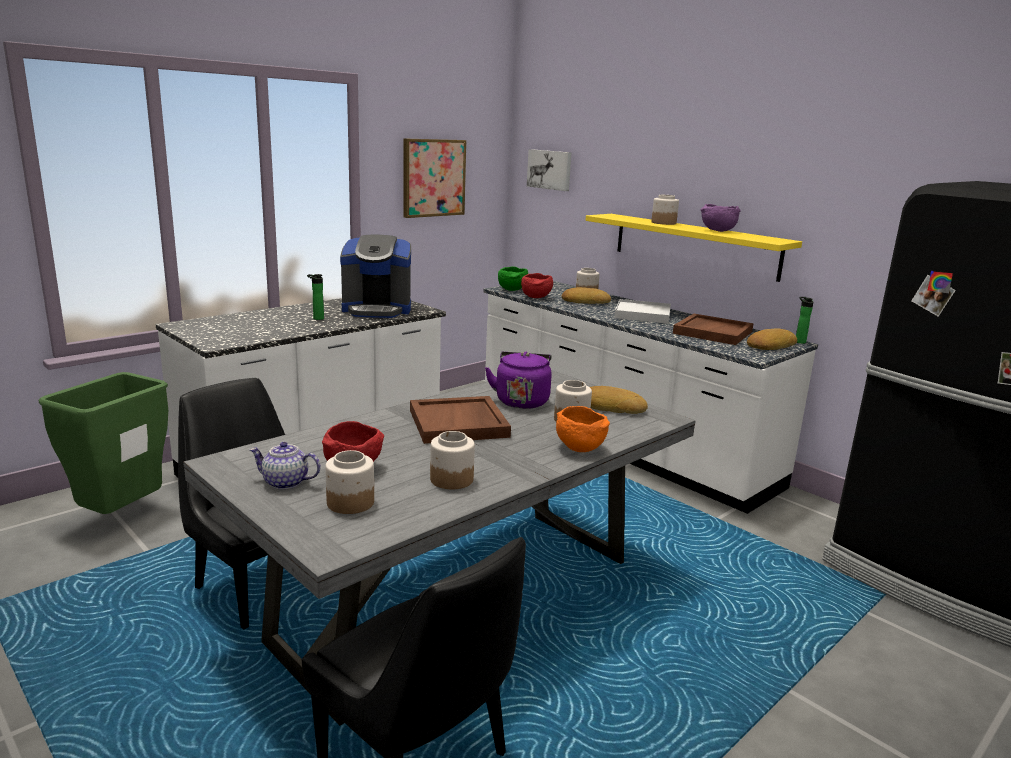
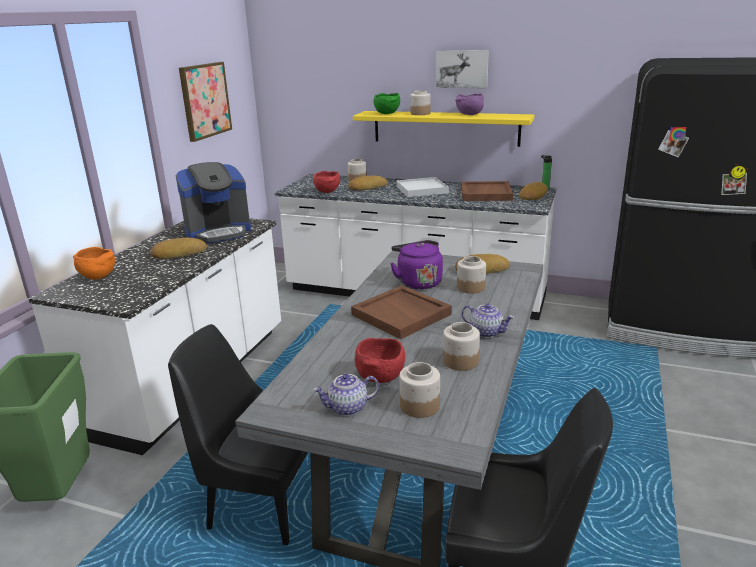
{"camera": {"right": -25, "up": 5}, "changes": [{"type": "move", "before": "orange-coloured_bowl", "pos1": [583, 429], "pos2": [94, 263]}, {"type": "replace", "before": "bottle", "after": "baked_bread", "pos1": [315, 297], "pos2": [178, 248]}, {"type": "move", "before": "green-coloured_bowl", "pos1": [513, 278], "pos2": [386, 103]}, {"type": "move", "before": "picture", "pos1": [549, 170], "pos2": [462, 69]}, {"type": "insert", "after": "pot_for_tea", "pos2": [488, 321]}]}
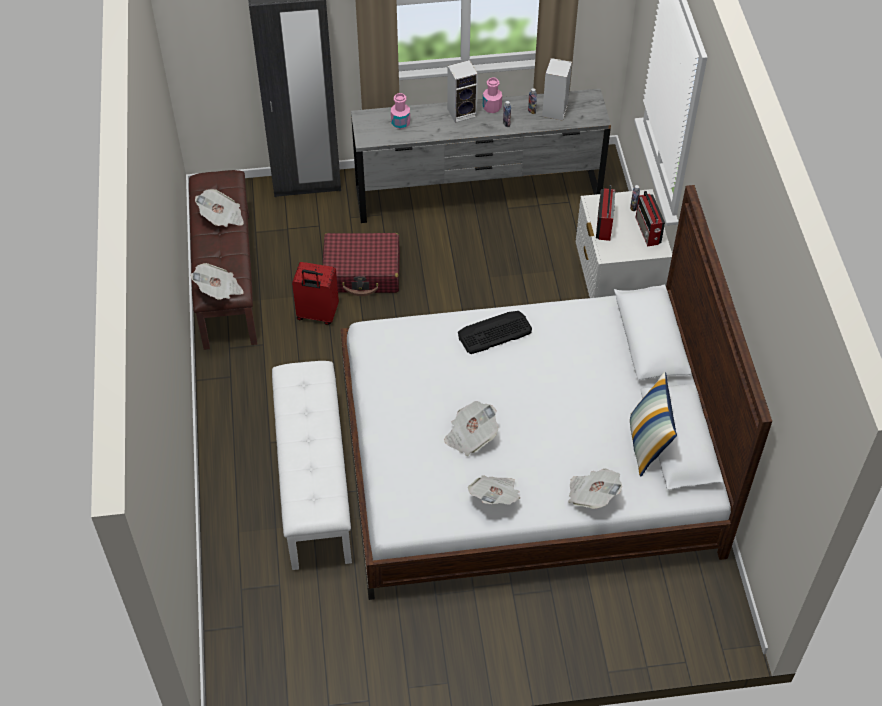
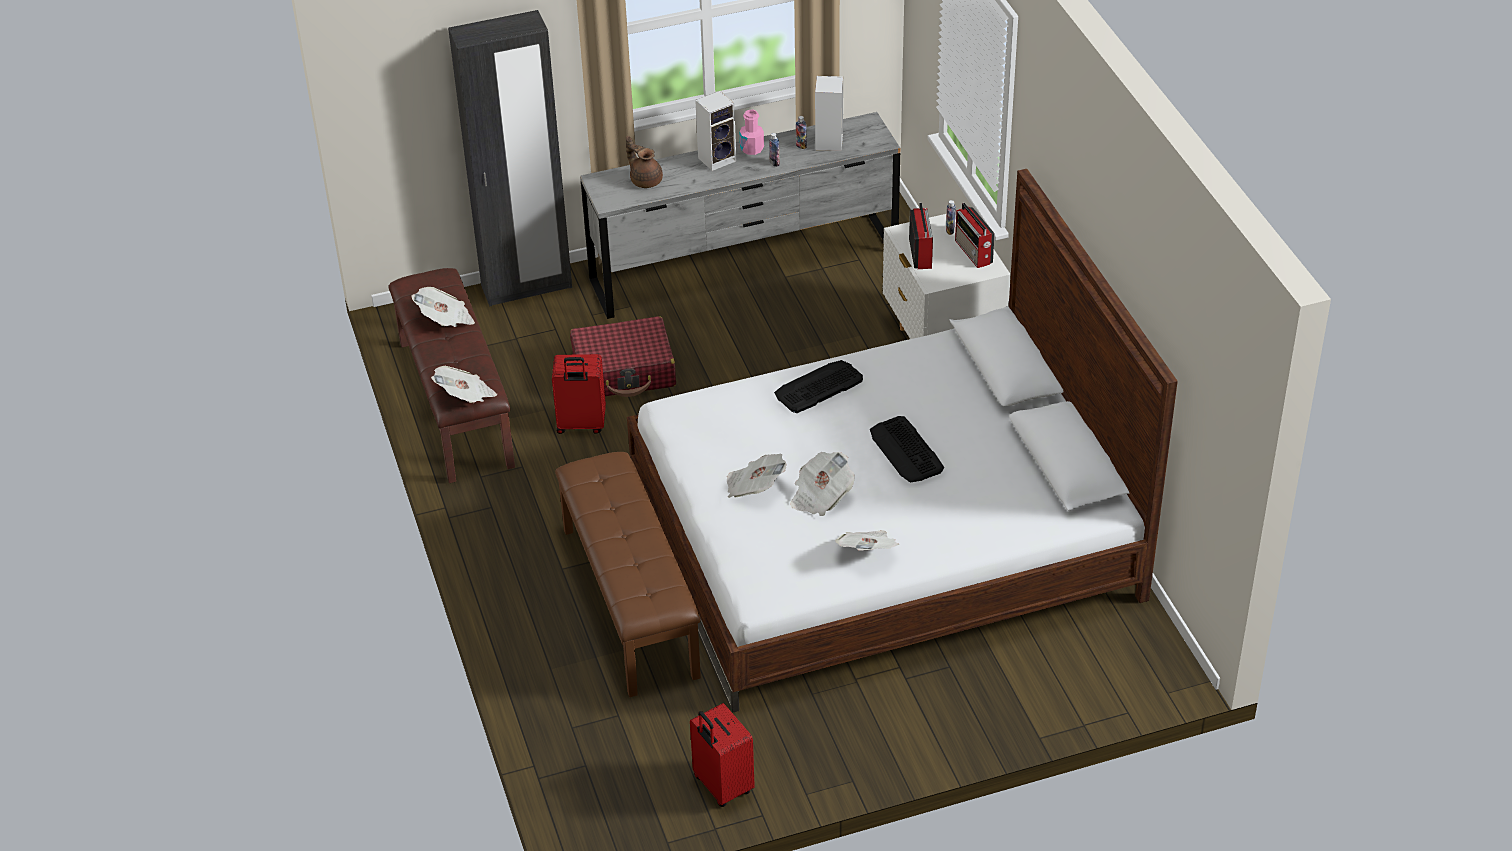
{"camera": {"right": -10, "up": -10}, "changes": [{"type": "recolor", "before": "whitish_bench", "after": "brownish_bench", "pos1": [312, 465], "pos2": [628, 574]}, {"type": "replace", "before": "pink_bottle", "after": "brownish_pot_for_tea", "pos1": [400, 111], "pos2": [644, 162]}, {"type": "insert", "after": "red-coloured_suitcase", "pos2": [722, 755]}, {"type": "move", "before": "printed_paper", "pos1": [595, 489], "pos2": [757, 476]}, {"type": "insert", "after": "PC_keyboard", "pos2": [907, 449]}, {"type": "delete", "before": "pillow", "pos1": [653, 424]}]}
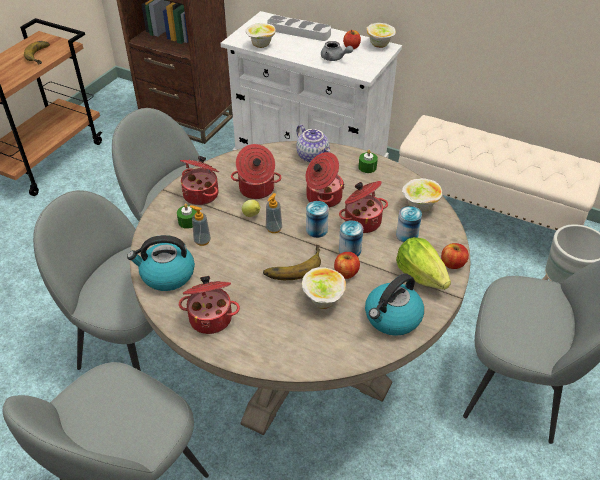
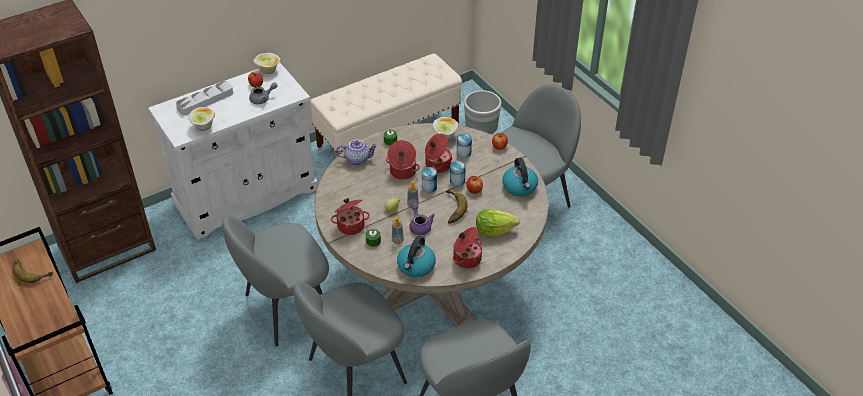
{"camera": {"right": -60, "up": 0}, "changes": [{"type": "insert", "after": "purplish_pot_for_tea", "pos2": [422, 219]}, {"type": "move", "before": "lettuce_head", "pos1": [423, 263], "pos2": [498, 223]}, {"type": "delete", "before": "saucepot", "pos1": [256, 171]}, {"type": "delete", "before": "bowl", "pos1": [324, 288]}]}
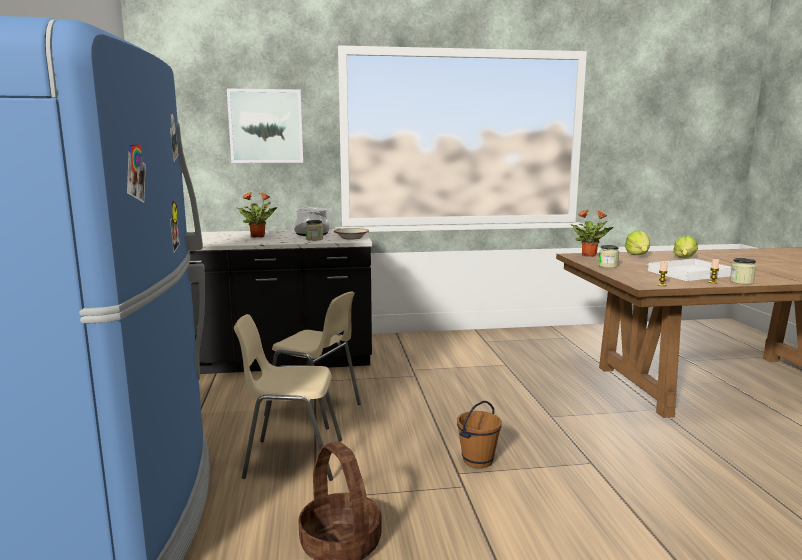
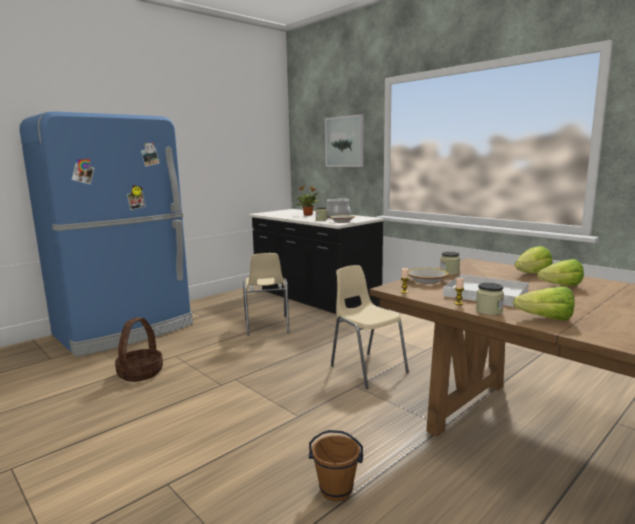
{"camera": {"right": 55, "up": 0}, "changes": [{"type": "move", "before": "brownish_water_bucket", "pos1": [479, 434], "pos2": [336, 465]}, {"type": "move", "before": "beige_plain_chair", "pos1": [288, 397], "pos2": [370, 327]}, {"type": "insert", "after": "bowl", "pos2": [428, 276]}, {"type": "insert", "after": "lettuce_head", "pos2": [544, 303]}, {"type": "delete", "before": "plant_in_a_pot", "pos1": [591, 233]}]}
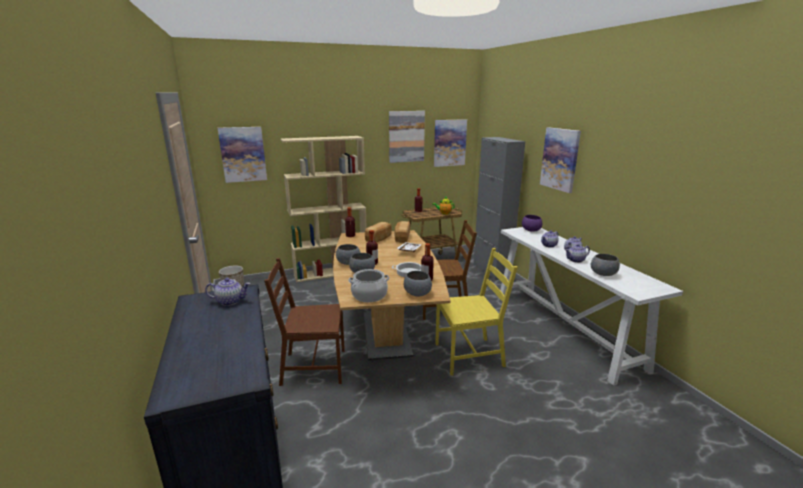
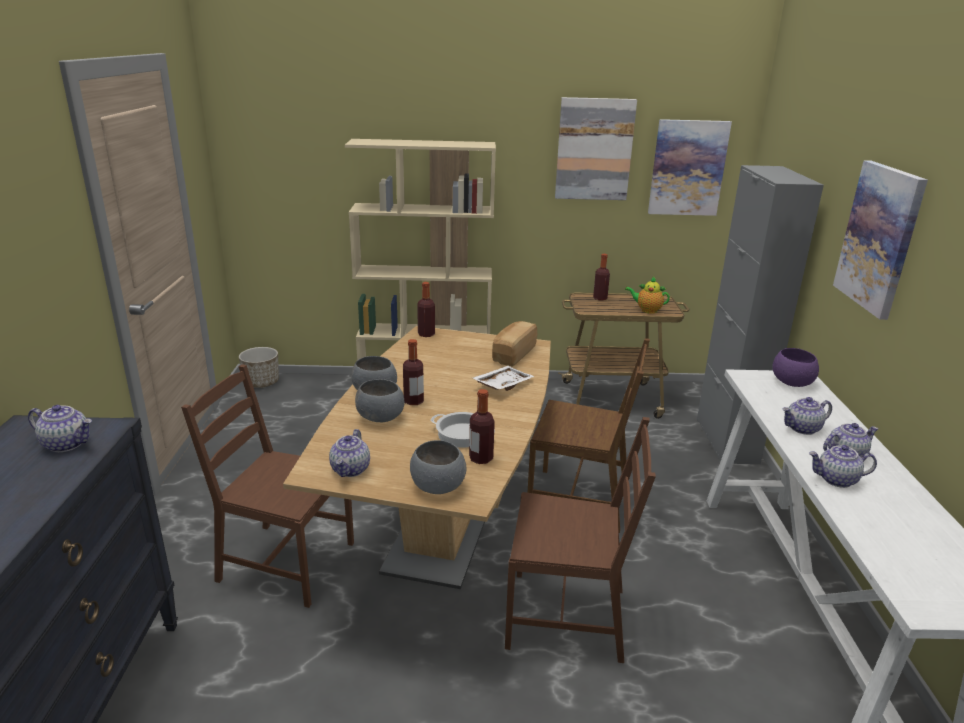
{"camera": {"right": 20, "up": 5}, "changes": [{"type": "replace", "before": "saucepot", "after": "pot_for_tea", "pos1": [369, 285], "pos2": [349, 453]}, {"type": "recolor", "before": "yellow_plain_chair", "after": "brownish_plain_chair", "pos1": [476, 311], "pos2": [580, 540]}, {"type": "delete", "before": "picture", "pos1": [242, 155]}, {"type": "delete", "before": "baked_bread", "pos1": [378, 232]}, {"type": "delete", "before": "gray_bowl", "pos1": [605, 265]}]}
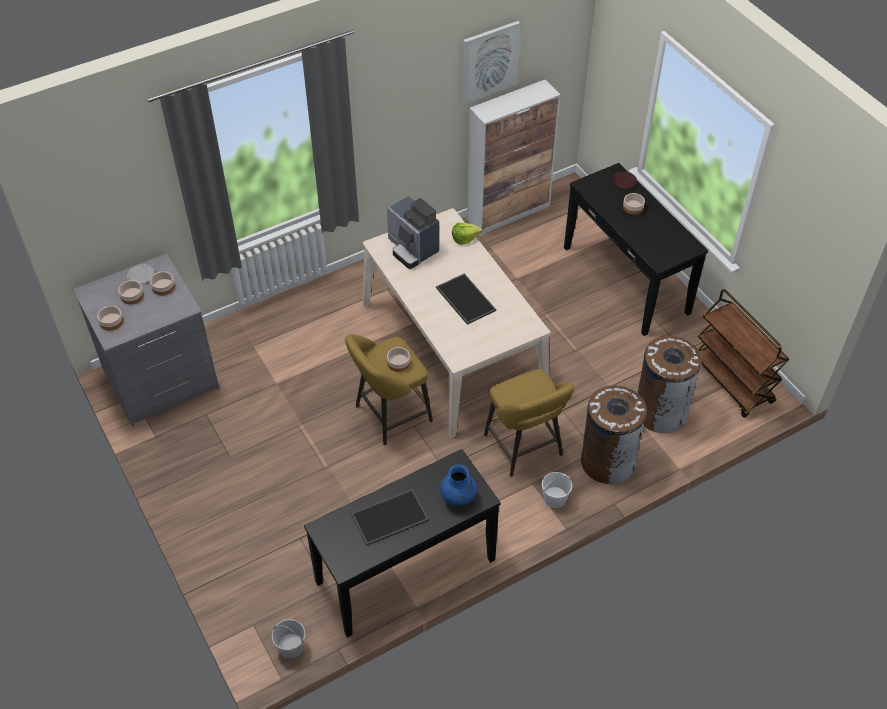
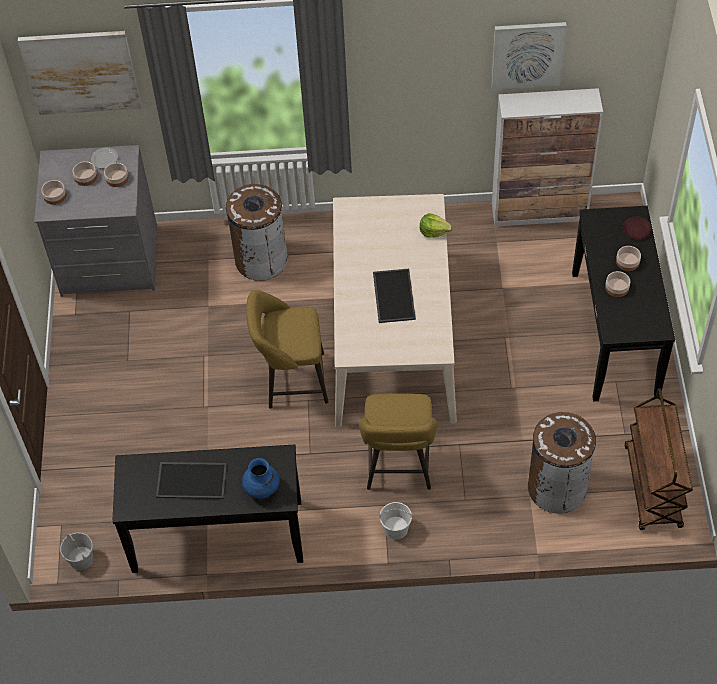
{"camera": {"right": 30, "up": 5}, "changes": [{"type": "insert", "after": "picture", "pos2": [79, 73]}, {"type": "move", "before": "brownish_trash_can", "pos1": [614, 434], "pos2": [257, 232]}, {"type": "move", "before": "bowl", "pos1": [398, 359], "pos2": [617, 284]}, {"type": "delete", "before": "coffee_machine", "pos1": [413, 232]}]}
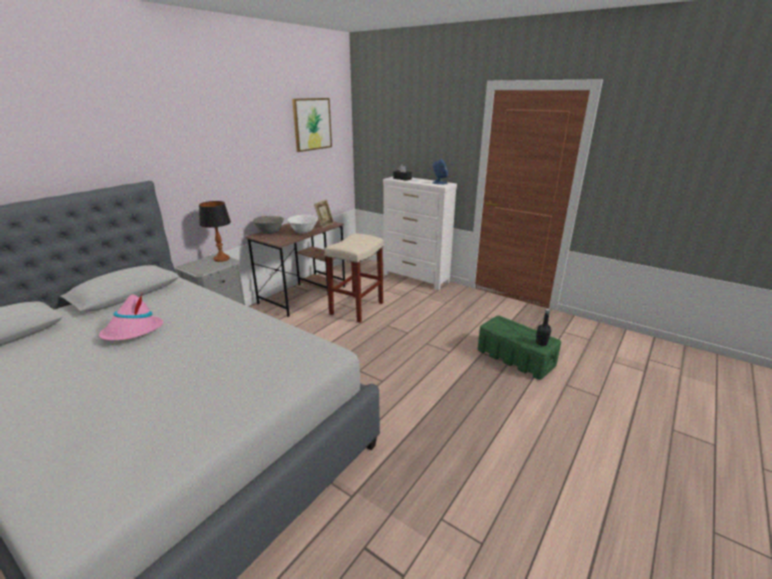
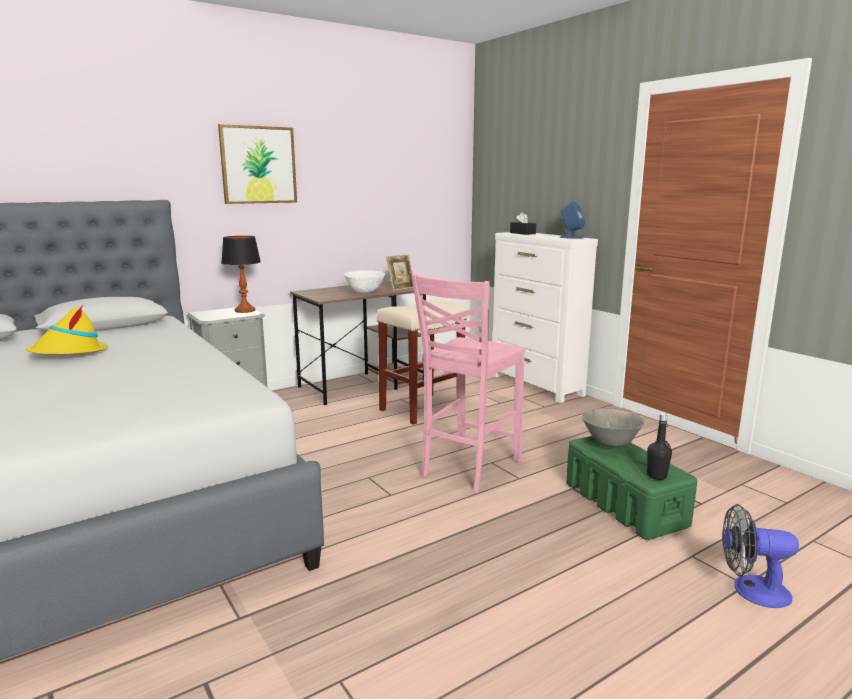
{"camera": {"right": 20, "up": -10}, "changes": [{"type": "recolor", "before": "pink_wearable_hat", "after": "yellow_wearable_hat", "pos1": [131, 317], "pos2": [67, 329]}, {"type": "move", "before": "picture", "pos1": [312, 125], "pos2": [257, 164]}, {"type": "insert", "after": "pink_plain_chair", "pos2": [468, 383]}, {"type": "move", "before": "gray_bowl", "pos1": [268, 225], "pos2": [613, 427]}, {"type": "insert", "after": "electric_fan", "pos2": [760, 556]}]}
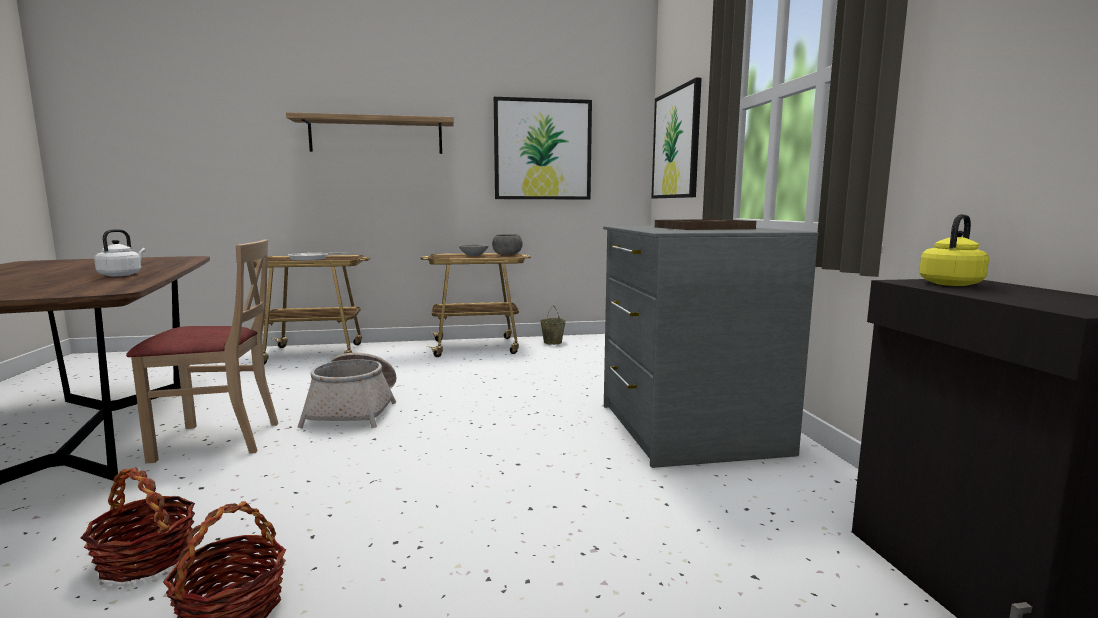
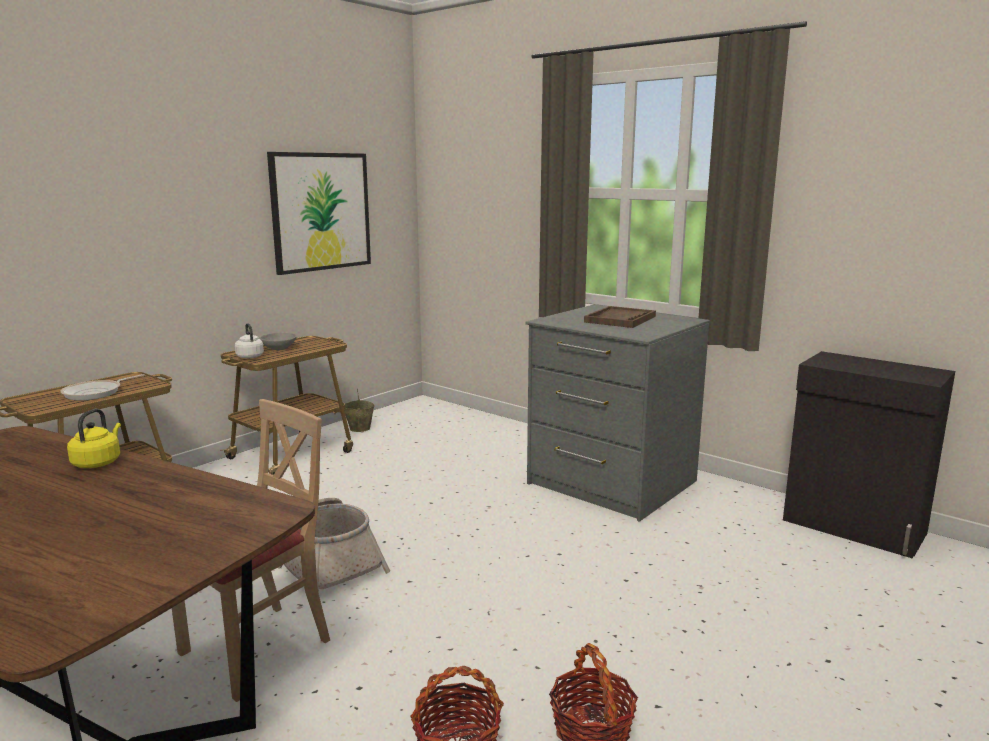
{"camera": {"right": -40, "up": 5}, "changes": [{"type": "move", "before": "yellow_tea_kettle", "pos1": [954, 250], "pos2": [94, 438]}, {"type": "move", "before": "whitish_tea_kettle", "pos1": [120, 252], "pos2": [249, 341]}, {"type": "delete", "before": "shelf", "pos1": [370, 133]}, {"type": "delete", "before": "gray_bowl", "pos1": [507, 244]}, {"type": "delete", "before": "picture", "pos1": [676, 137]}]}
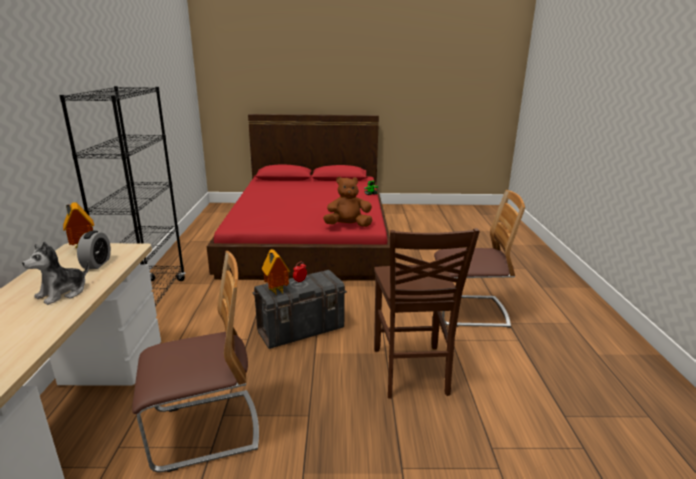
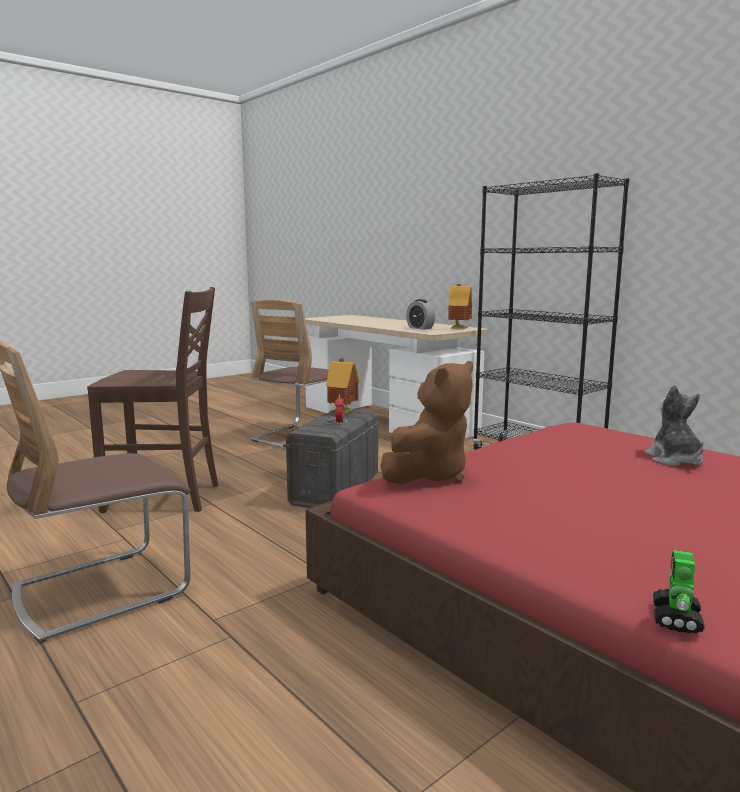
{"camera": {"right": 140, "up": -10}, "changes": [{"type": "rotate", "before": "brownish_plain_chair", "pos1": [427, 313], "pos2": [152, 400], "turn": 135}, {"type": "move", "before": "cuddly_toy", "pos1": [55, 273], "pos2": [674, 425]}]}
